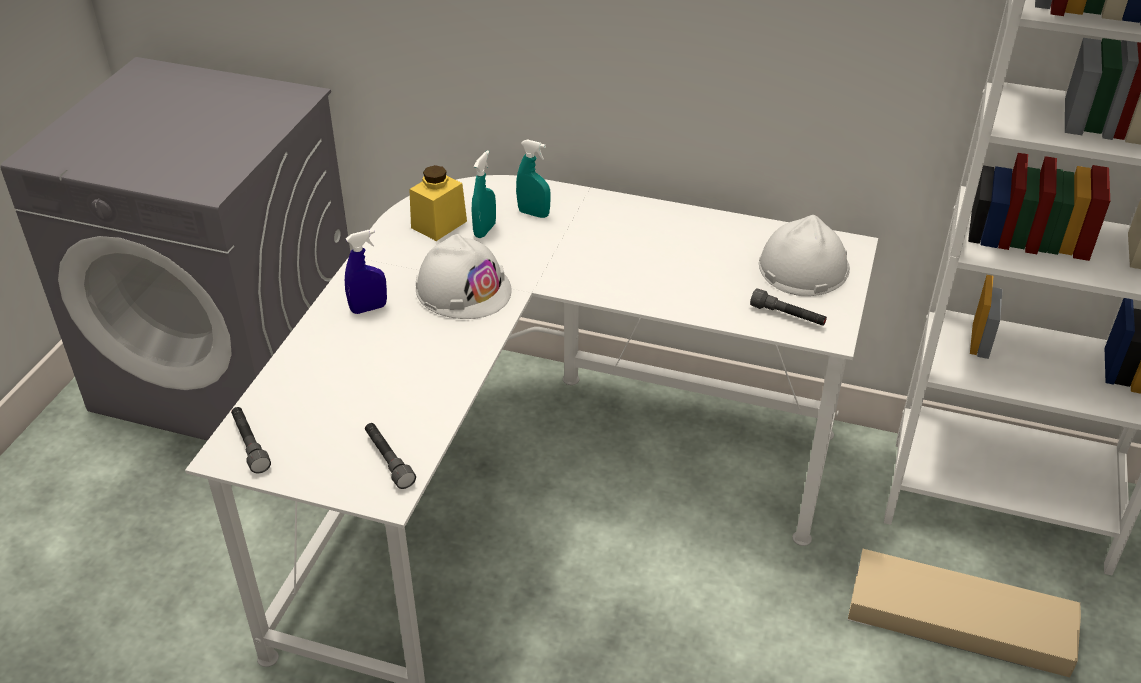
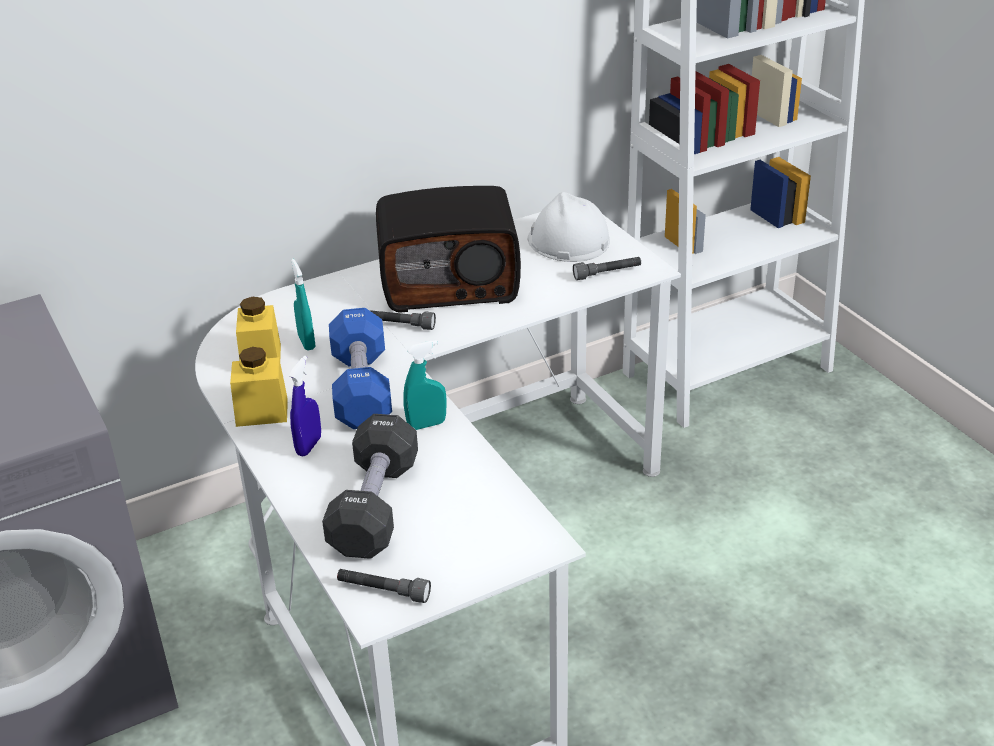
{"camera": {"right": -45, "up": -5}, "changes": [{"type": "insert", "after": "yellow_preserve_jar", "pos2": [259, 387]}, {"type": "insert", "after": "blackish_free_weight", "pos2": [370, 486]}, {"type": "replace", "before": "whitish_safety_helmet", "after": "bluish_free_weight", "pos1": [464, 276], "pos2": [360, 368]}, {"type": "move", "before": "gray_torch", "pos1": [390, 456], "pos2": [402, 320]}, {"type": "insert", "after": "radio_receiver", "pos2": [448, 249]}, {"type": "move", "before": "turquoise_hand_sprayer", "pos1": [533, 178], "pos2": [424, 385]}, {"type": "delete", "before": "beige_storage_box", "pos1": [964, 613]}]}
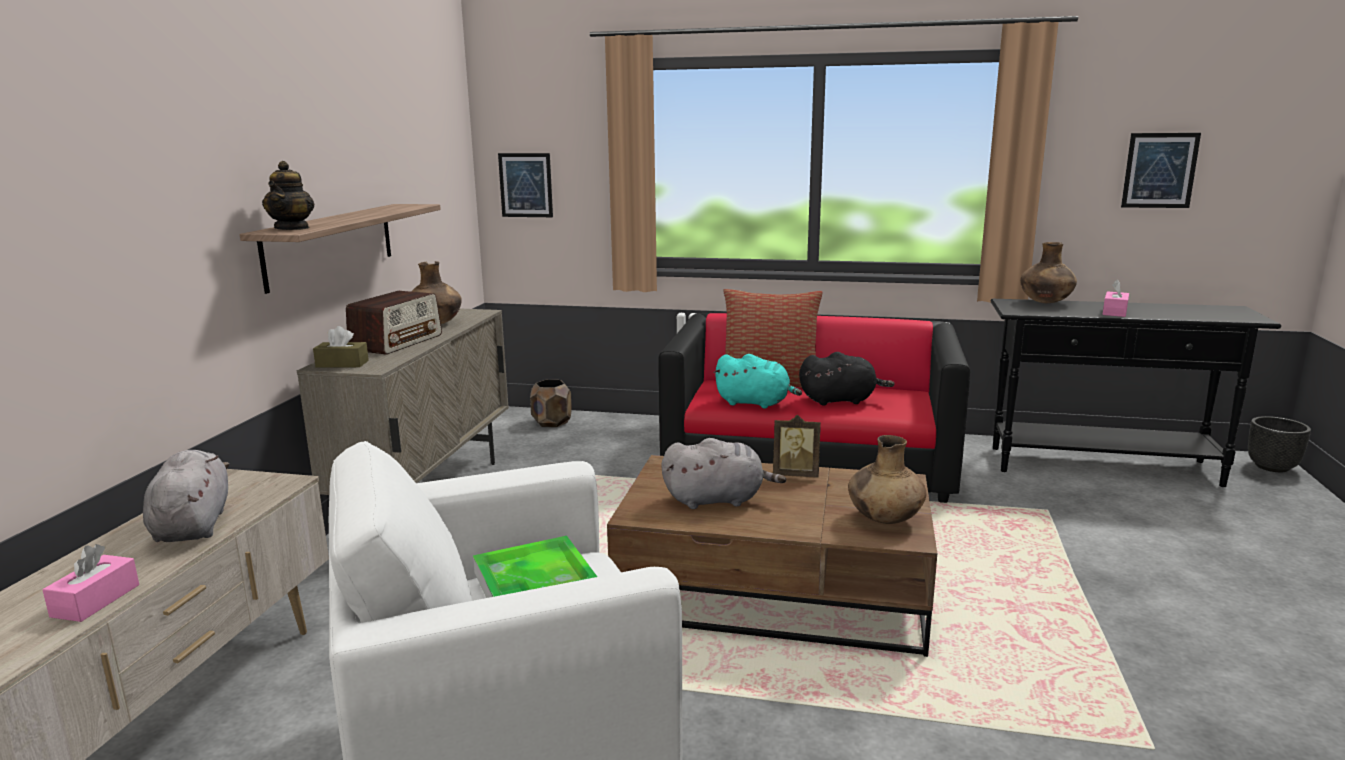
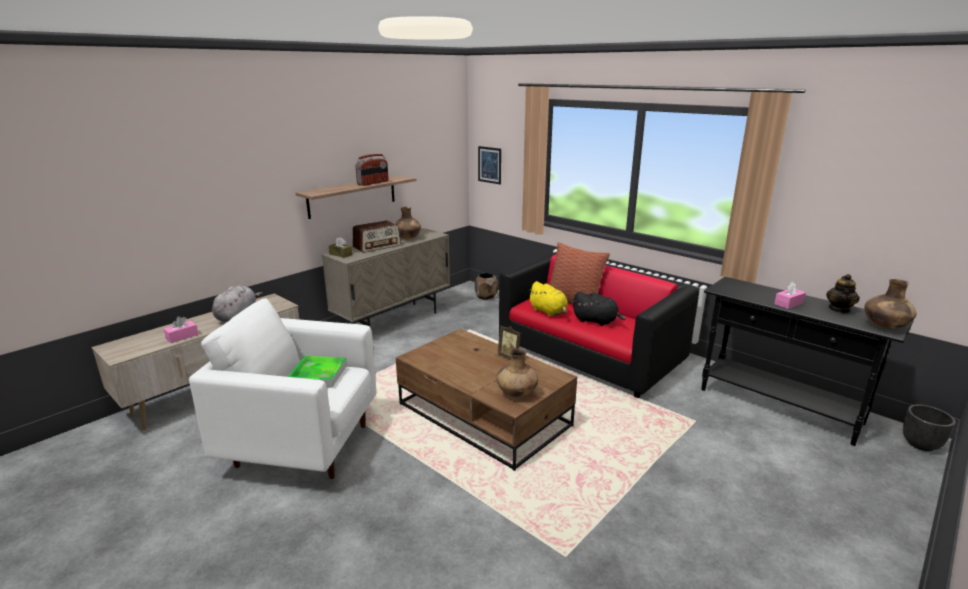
{"camera": {"right": 30, "up": 5}, "changes": [{"type": "insert", "after": "radio_receiver", "pos2": [372, 170]}, {"type": "recolor", "before": "turquoise_cuddly_toy", "after": "yellow_cuddly_toy", "pos1": [758, 381], "pos2": [548, 299]}, {"type": "move", "before": "pot_for_tea", "pos1": [288, 195], "pos2": [843, 293]}, {"type": "move", "before": "brownish_decorative_vase", "pos1": [1048, 272], "pos2": [891, 304]}, {"type": "delete", "before": "gray_cuddly_toy", "pos1": [723, 473]}, {"type": "delete", "before": "picture", "pos1": [1161, 170]}]}
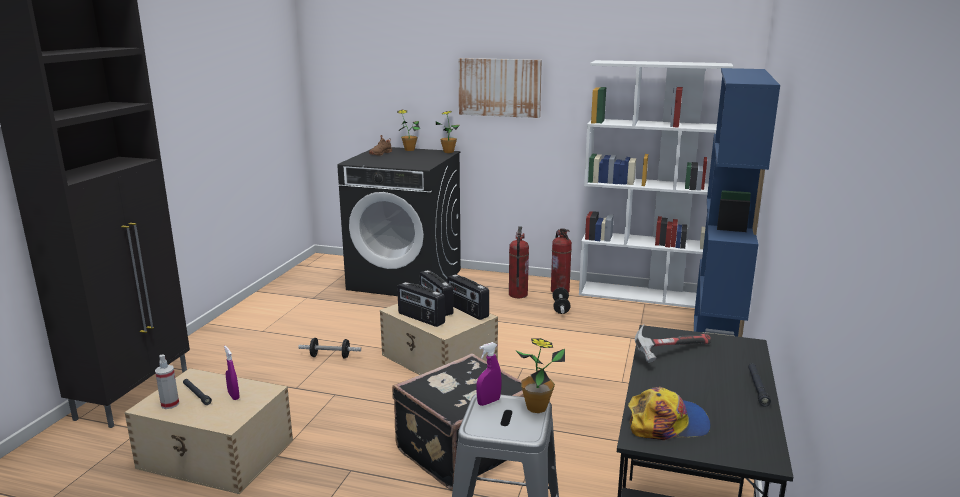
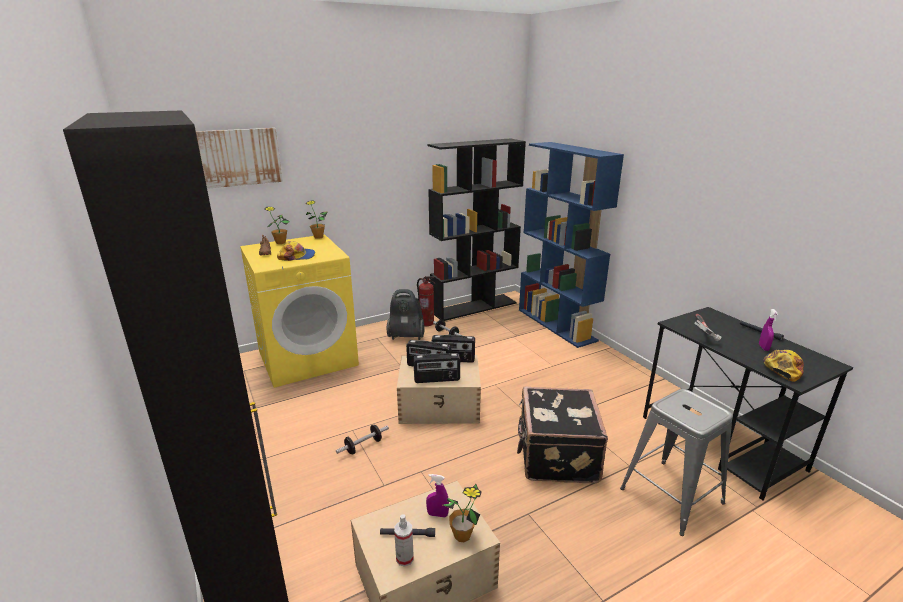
{"camera": {"right": -45, "up": 5}, "changes": [{"type": "move", "before": "picture", "pos1": [500, 88], "pos2": [239, 158]}, {"type": "recolor", "before": "blackish_washing_machine", "after": "yellow_washing_machine", "pos1": [399, 221], "pos2": [299, 311]}, {"type": "insert", "after": "cap", "pos2": [296, 251]}, {"type": "replace", "before": "fire-fighting_cylinder", "after": "vacuum", "pos1": [519, 262], "pos2": [406, 314]}, {"type": "recolor", "before": "whitish_bookshelf", "after": "blackish_bookshelf", "pos1": [656, 184], "pos2": [477, 229]}, {"type": "move", "before": "plant_in_a_pot", "pos1": [540, 375], "pos2": [462, 513]}, {"type": "move", "before": "purplish_hand_sprayer", "pos1": [489, 374], "pos2": [768, 330]}]}
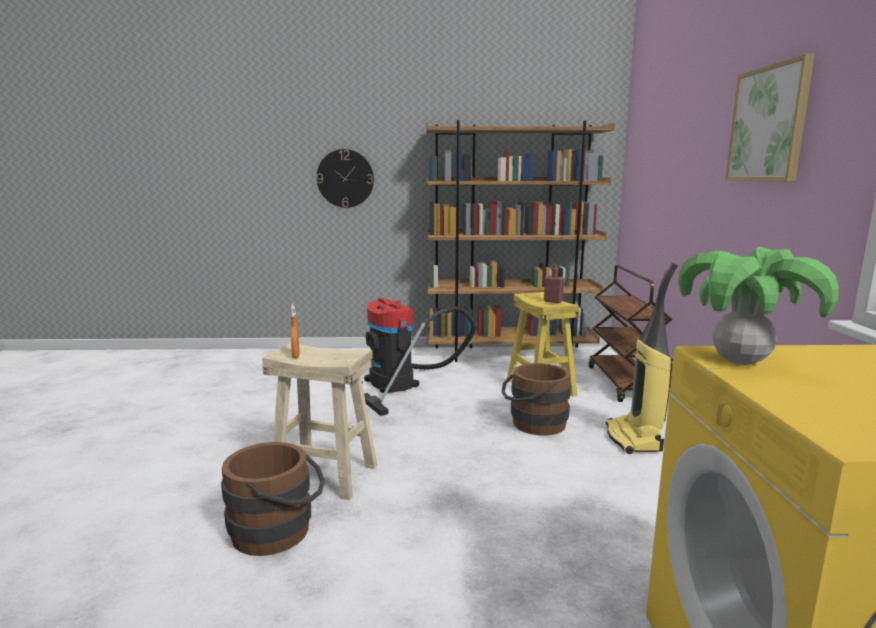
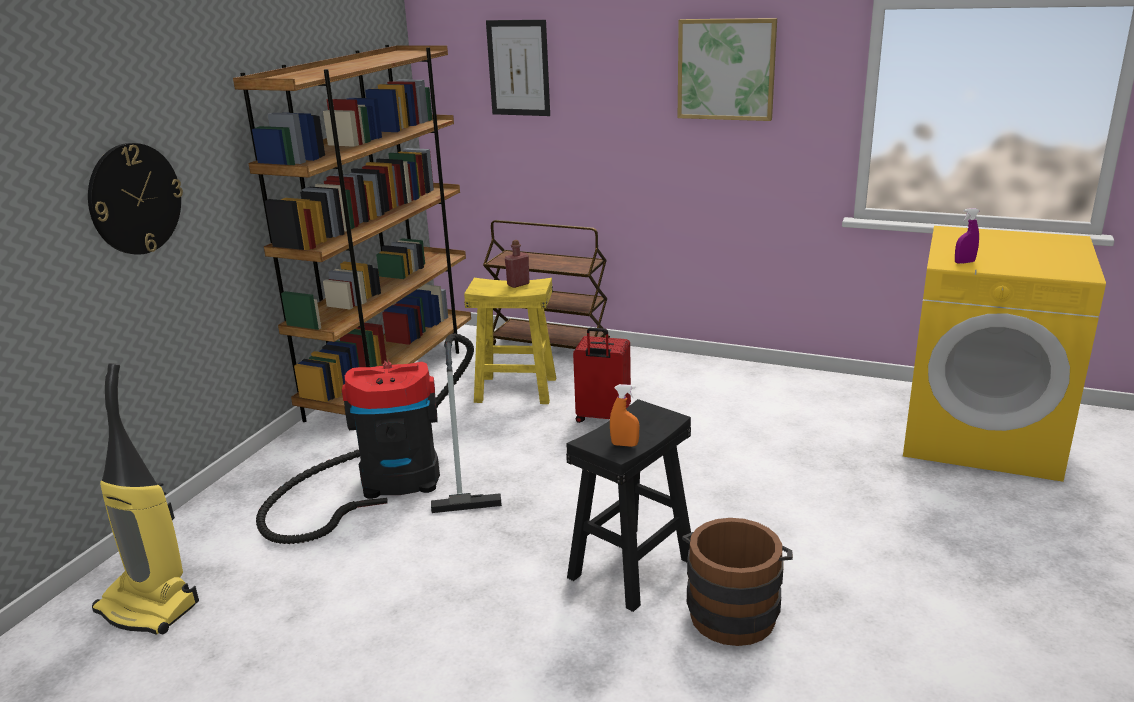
{"camera": {"right": -65, "up": 10}, "changes": [{"type": "move", "before": "vacuum", "pos1": [642, 358], "pos2": [145, 499]}, {"type": "insert", "after": "picture", "pos2": [518, 68]}, {"type": "recolor", "before": "beige_stool_seat", "after": "blackish_stool_seat", "pos1": [319, 421], "pos2": [628, 505]}, {"type": "replace", "before": "brownish_water_bucket", "after": "red-coloured_suitcase", "pos1": [536, 399], "pos2": [602, 375]}, {"type": "replace", "before": "plant_in_a_pot", "after": "purplish_hand_sprayer", "pos1": [758, 306], "pos2": [967, 236]}]}
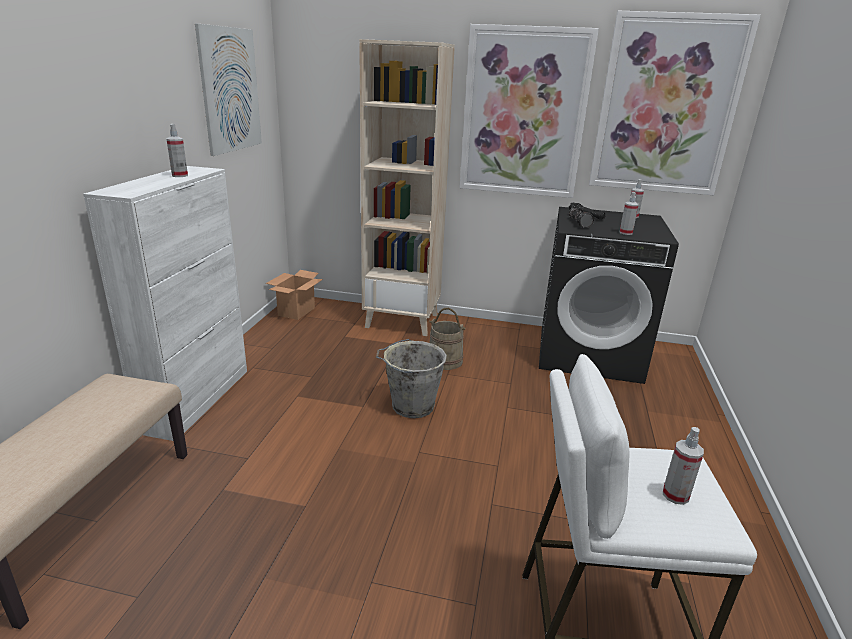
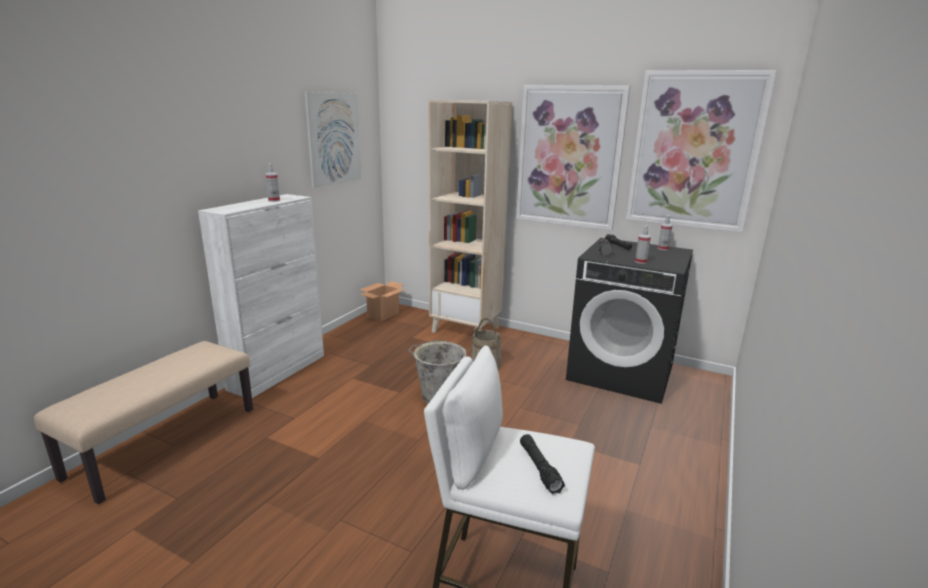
{"camera": {"right": 15, "up": -5}, "changes": [{"type": "replace", "before": "hand_sprayer", "after": "blackish_torch", "pos1": [683, 466], "pos2": [542, 464]}]}
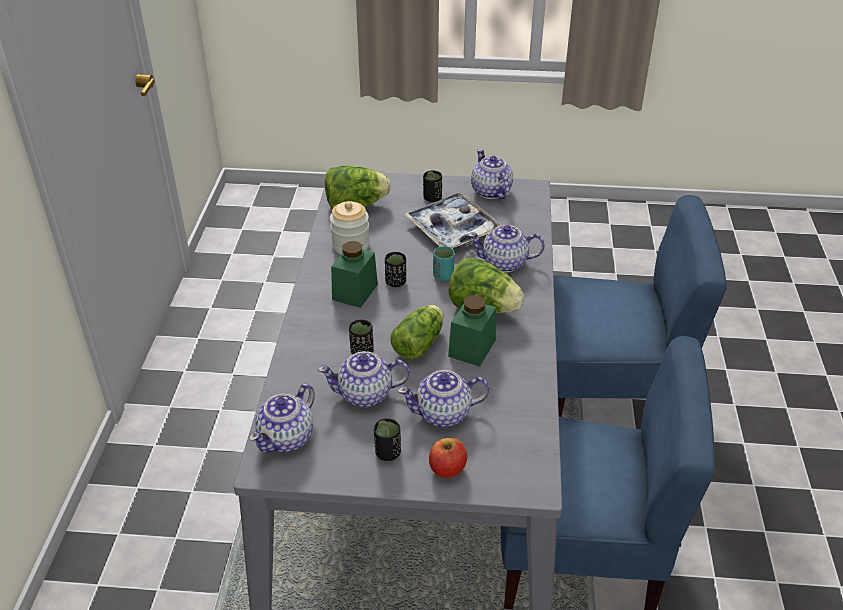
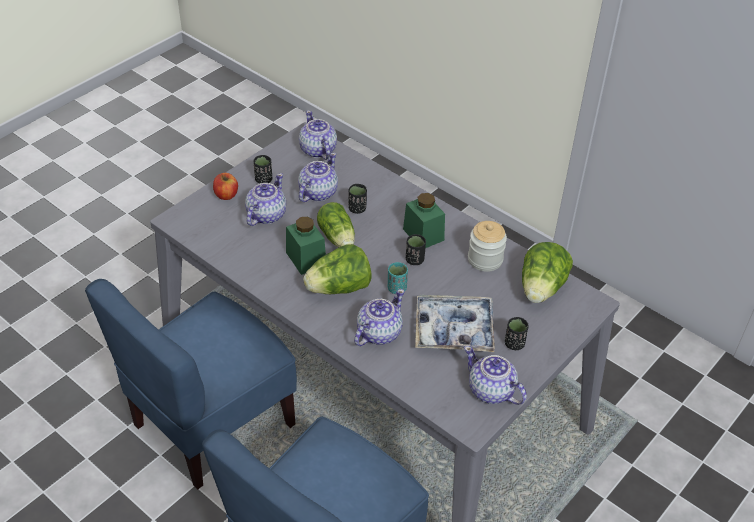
{"camera": {"right": 125, "up": 5}, "changes": [{"type": "rotate", "before": "pot_for_tea", "pos1": [492, 174], "pos2": [495, 375], "turn": -150}]}
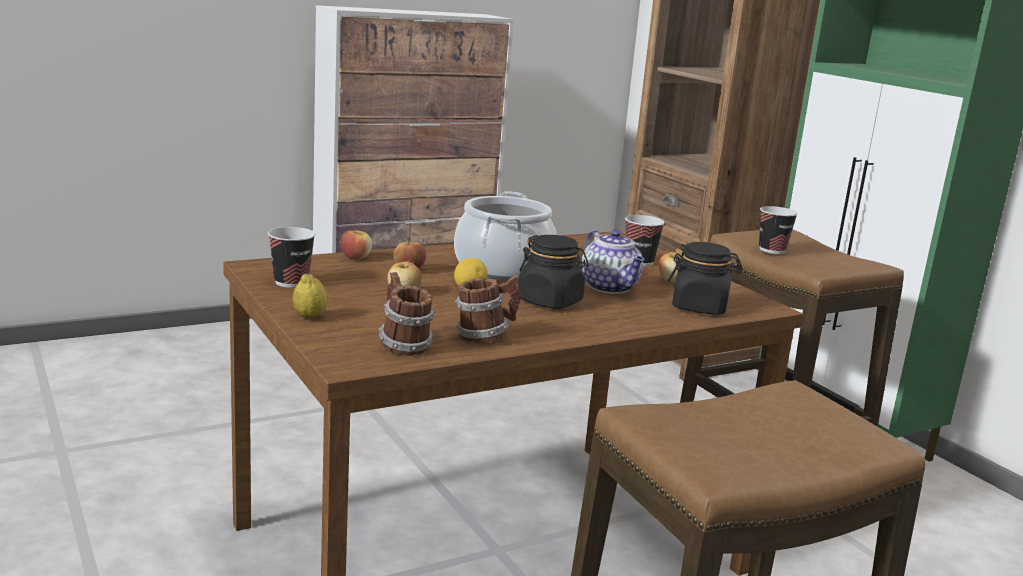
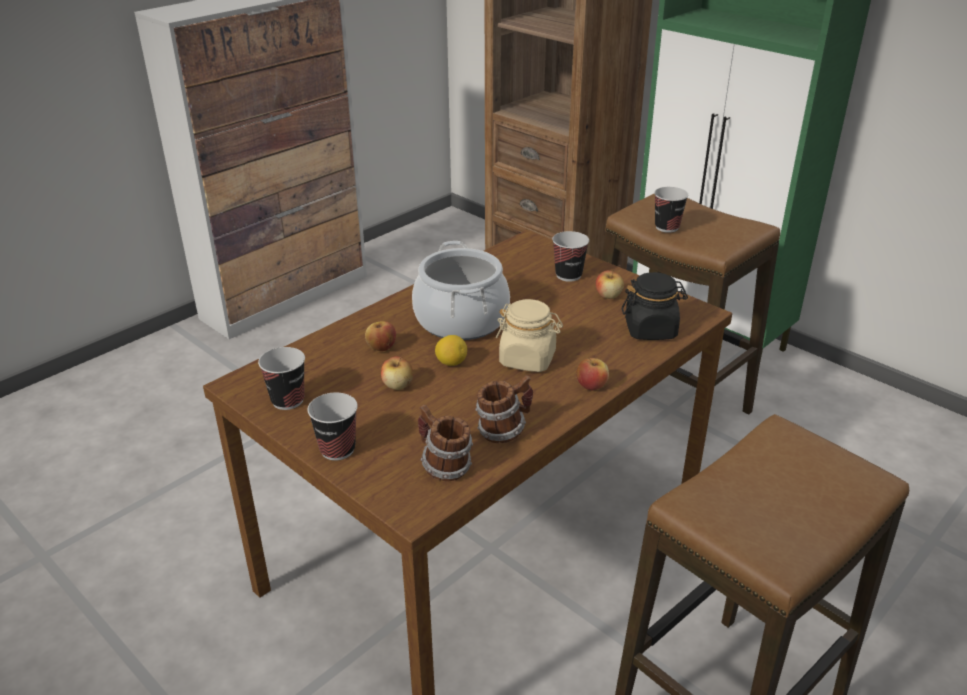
{"camera": {"right": -15, "up": 15}, "changes": [{"type": "replace", "before": "citrus_fruit", "after": "cup", "pos1": [310, 296], "pos2": [332, 427]}, {"type": "recolor", "before": "blackish_preserve_jar", "after": "beige_preserve_jar", "pos1": [553, 272], "pos2": [529, 335]}, {"type": "move", "before": "apple_fruit", "pos1": [356, 244], "pos2": [592, 373]}, {"type": "delete", "before": "pot_for_tea", "pos1": [613, 261]}]}
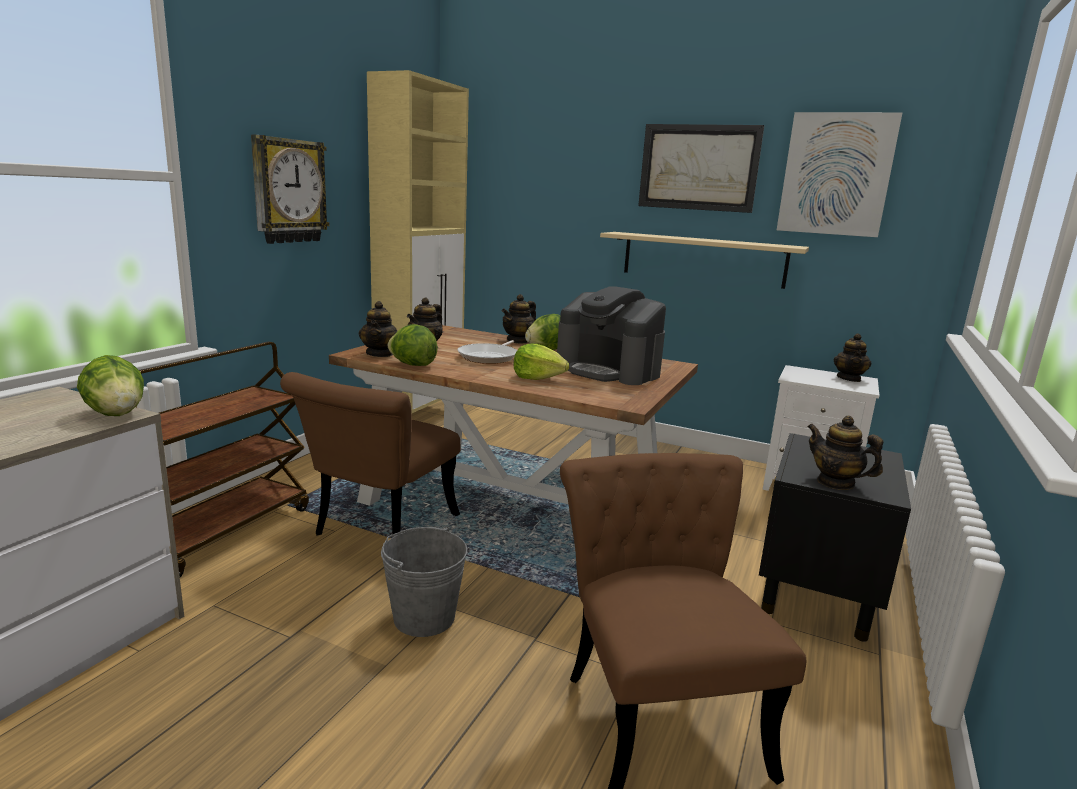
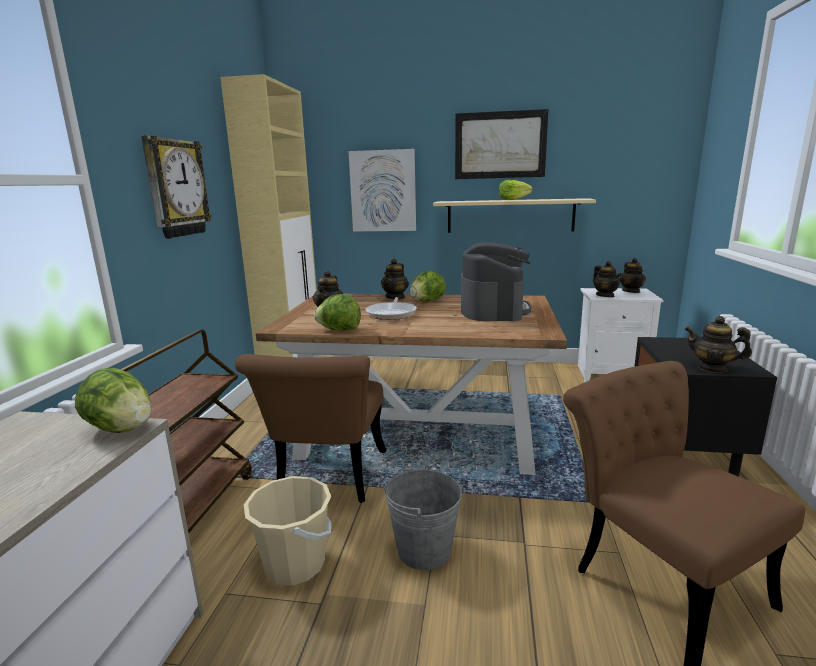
{"camera": {"right": -15, "up": 0}, "changes": [{"type": "insert", "after": "beige_water_bucket", "pos2": [287, 531]}, {"type": "move", "before": "picture", "pos1": [840, 174], "pos2": [382, 190]}, {"type": "rotate", "before": "coffee_machine", "pos1": [611, 335], "pos2": [496, 281], "turn": -105}, {"type": "move", "before": "lettuce_head", "pos1": [541, 361], "pos2": [516, 190]}, {"type": "move", "before": "pot_for_tea", "pos1": [377, 329], "pos2": [607, 279]}]}
